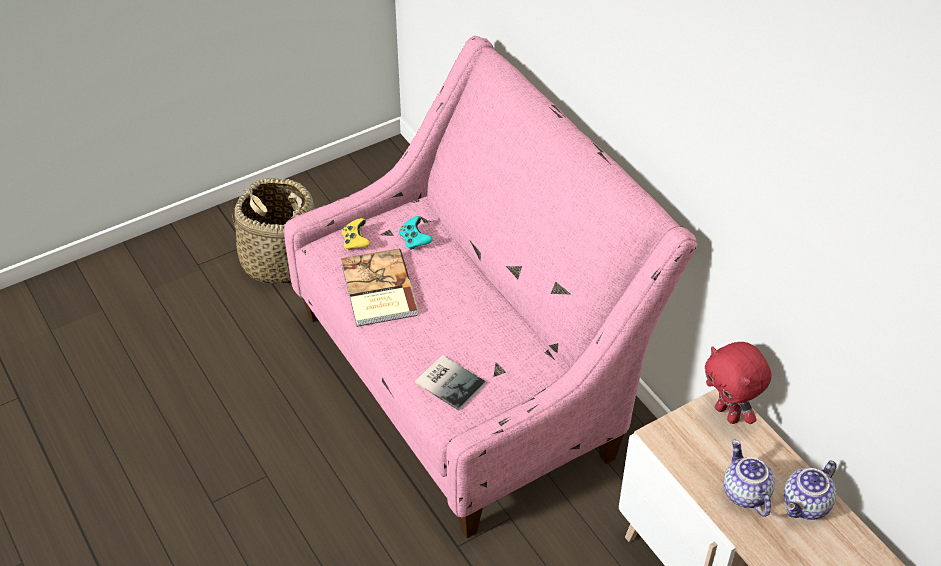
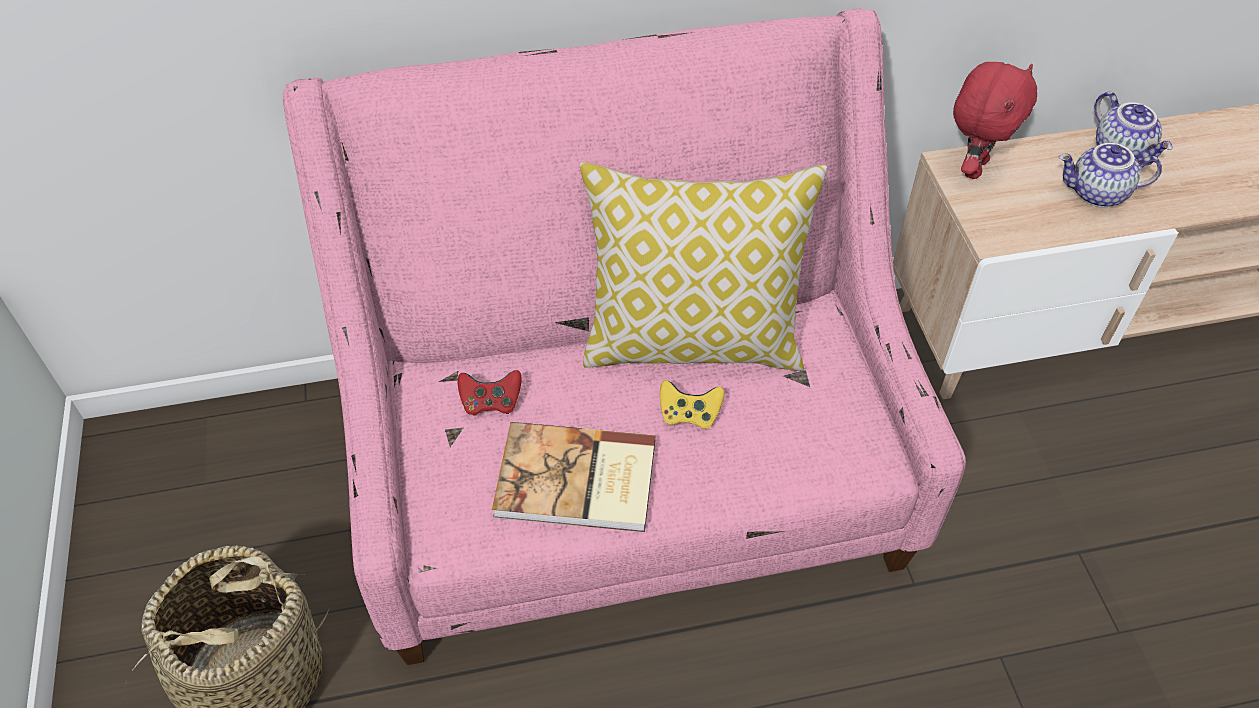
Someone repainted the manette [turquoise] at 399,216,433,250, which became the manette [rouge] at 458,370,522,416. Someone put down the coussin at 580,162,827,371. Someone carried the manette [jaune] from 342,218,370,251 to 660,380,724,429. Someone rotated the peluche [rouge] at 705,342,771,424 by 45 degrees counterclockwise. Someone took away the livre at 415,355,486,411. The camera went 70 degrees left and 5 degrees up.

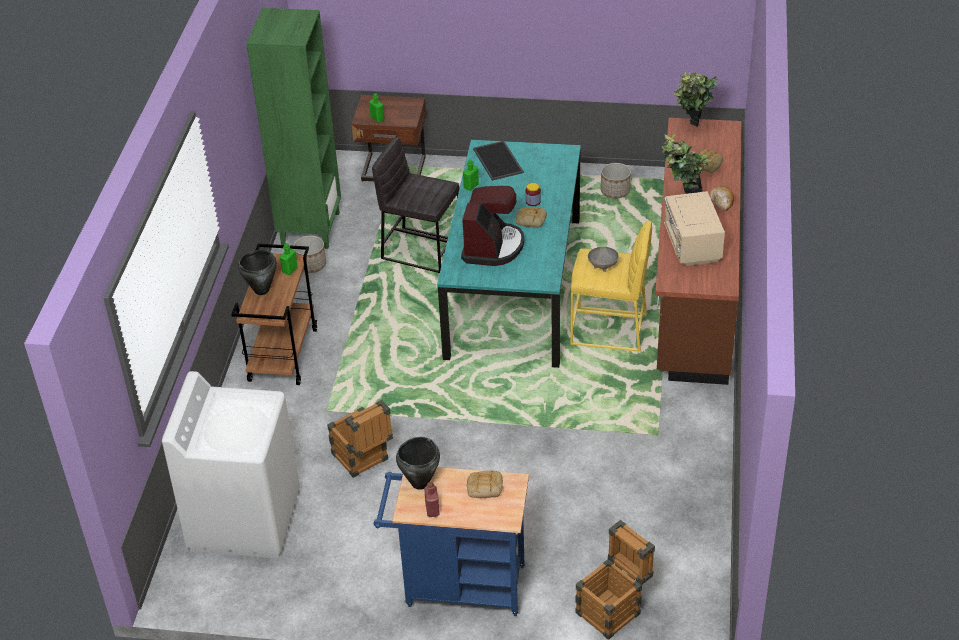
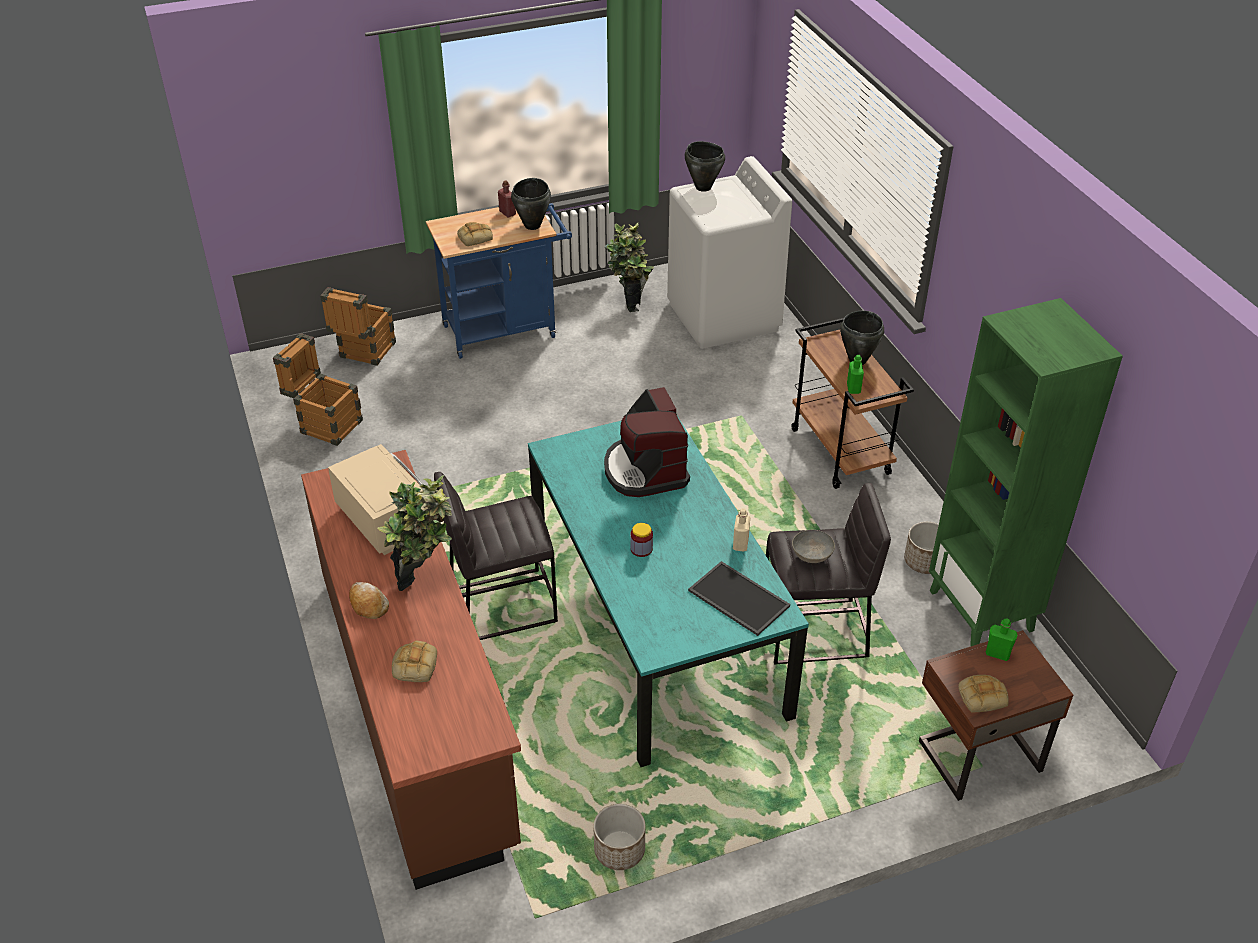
Someone carried the caisse from 327,400,393,478 to 273,333,363,446. Someone repainted the tabouret [jaune] at 570,221,652,352, which became the tabouret [gris] at 434,472,558,640. Someone carried the plante en pot from 674,72,717,127 to 605,223,654,312. Someone put down the marmite [noir] at 685,141,725,192. Someone repainted the bouteille [vert] at 463,160,479,191, which became the bouteille [beige] at 733,508,750,552. Someone carried the bol [gris] from 588,247,619,272 to 792,530,835,563. Someone carried the pain from 516,207,547,228 to 958,675,1009,712. The camera went 150 degrees right and 0 degrees up.

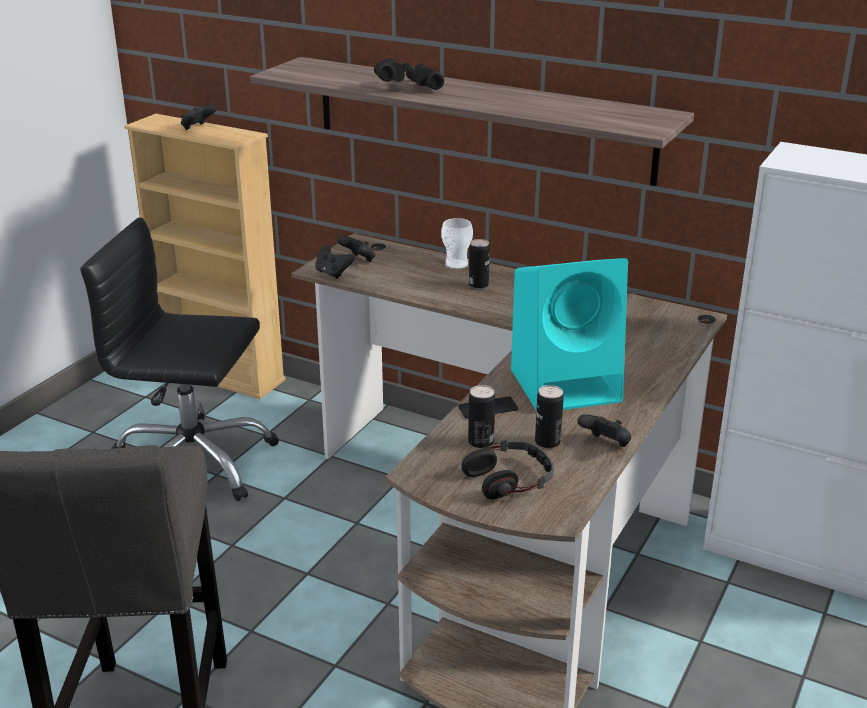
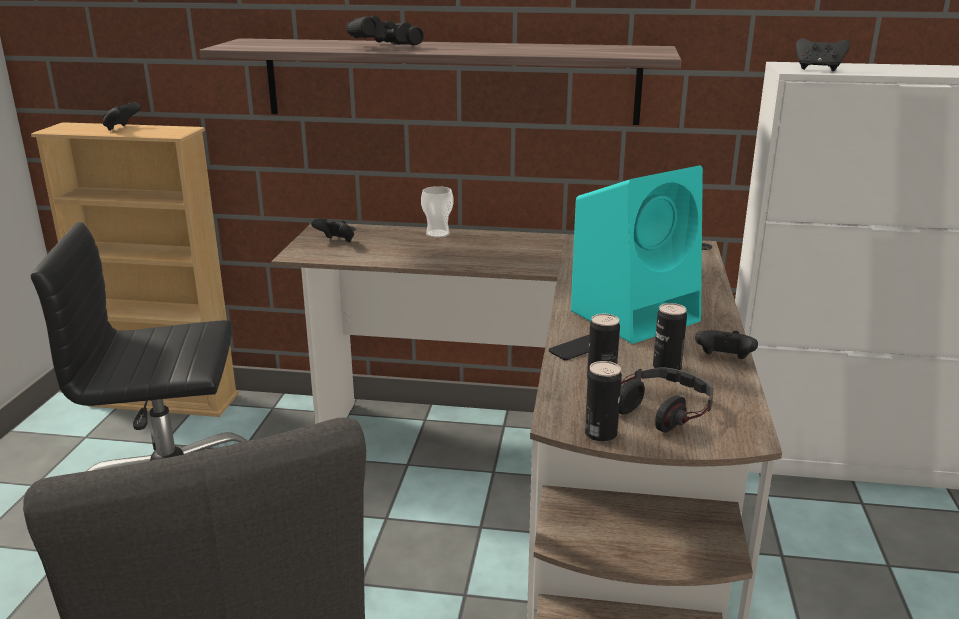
Someone carried the boîte métallique from 469,239,490,289 to 585,361,622,442. Someone carried the manette [noir] from 315,245,355,279 to 796,38,850,71. The camera went 20 degrees left and 5 degrees down.

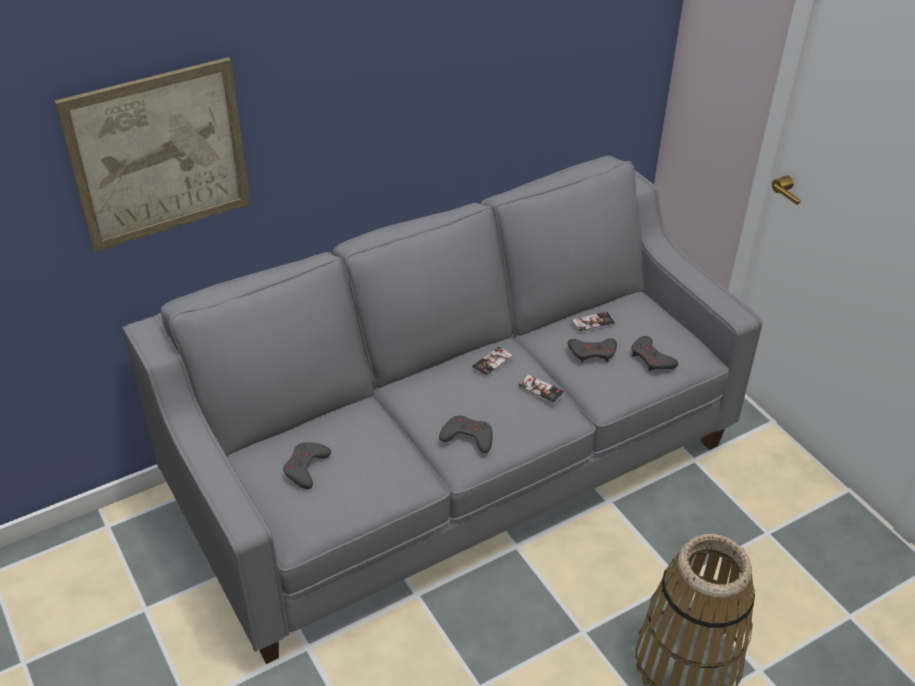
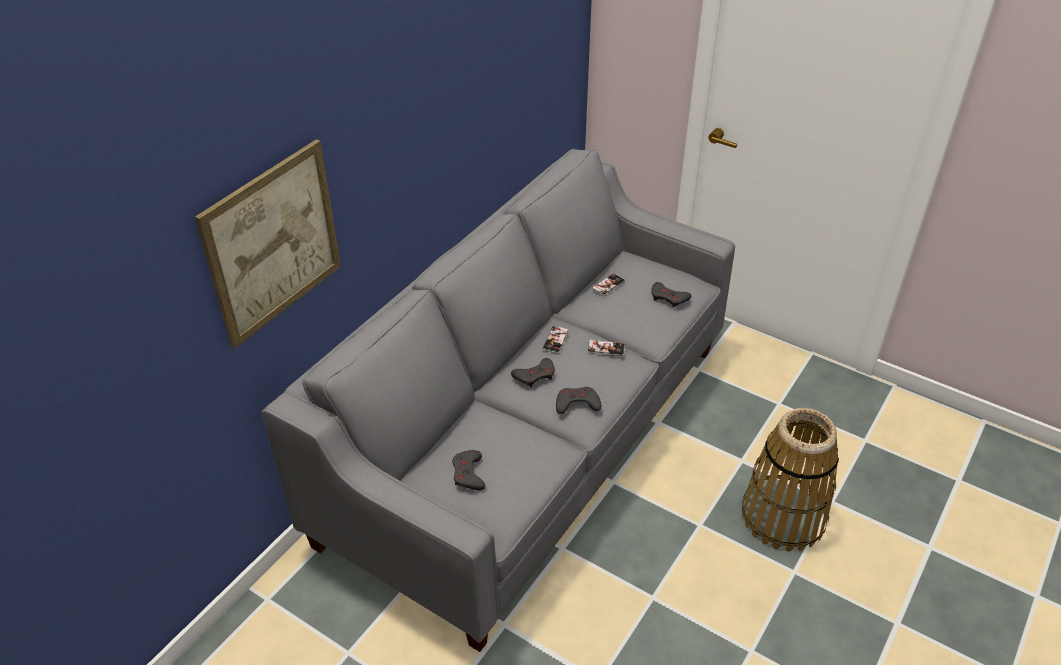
Someone carried the manette [gris] from 568,338,617,363 to 511,358,555,387. The camera went 25 degrees left and 0 degrees up.

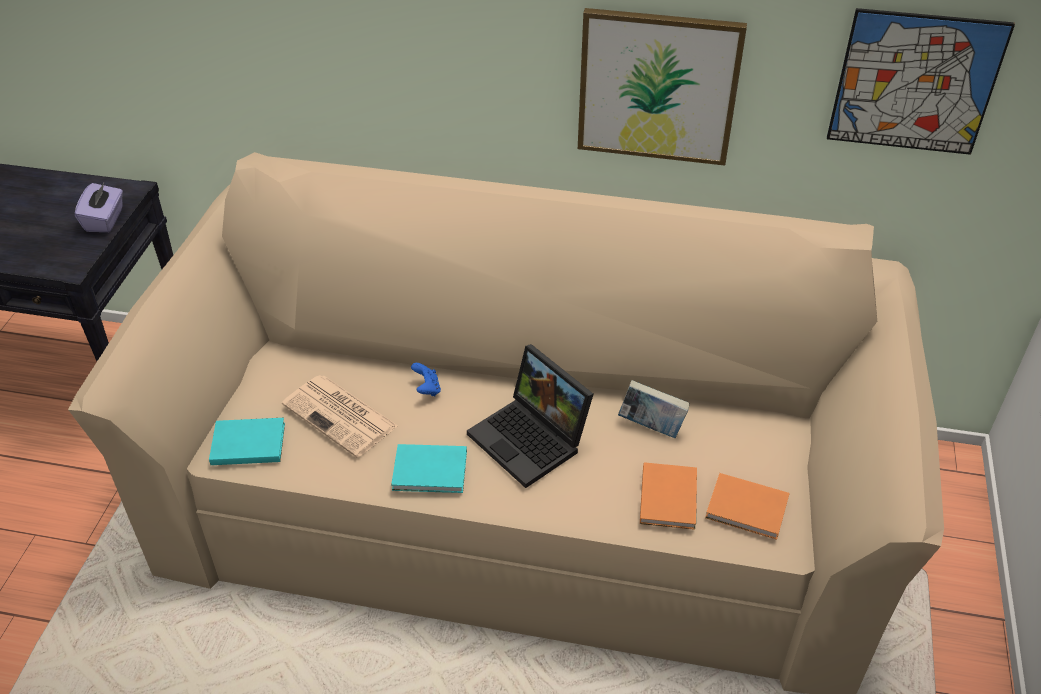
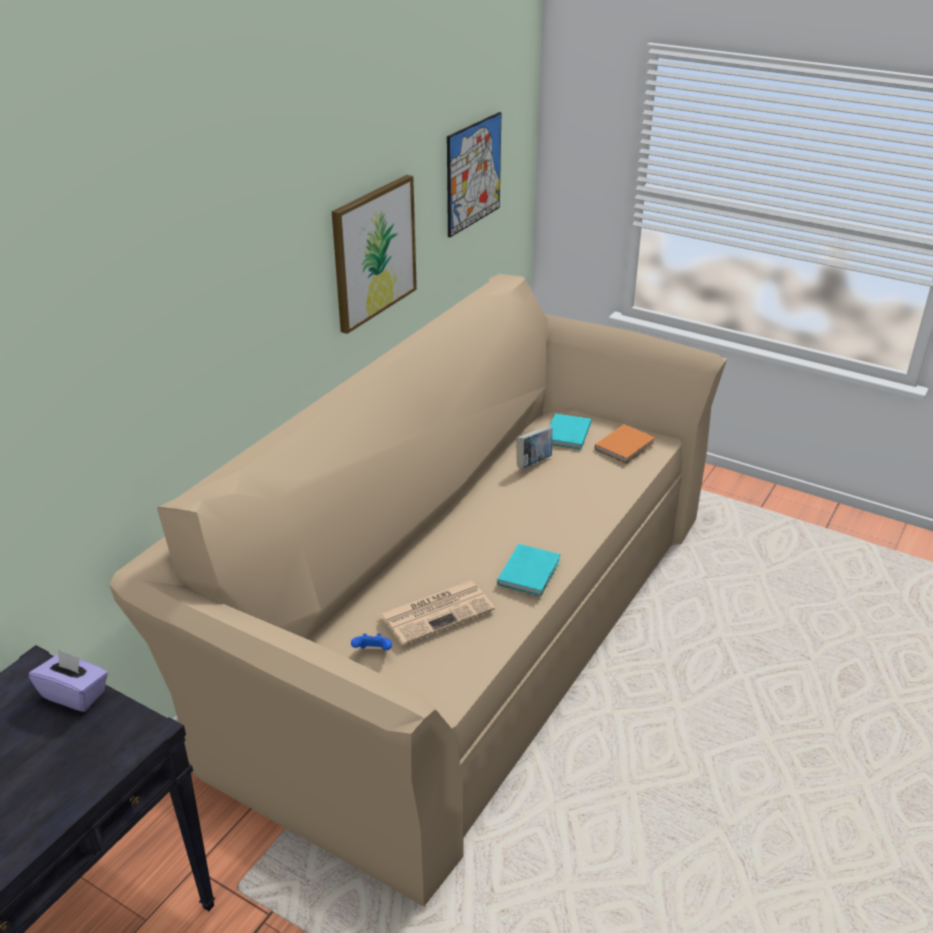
Someone carried the manette [bleu] from 411,363,441,396 to 351,634,392,650. Someone carried the livre [turquoise] from 209,418,285,465 to 549,414,591,449. Someone took away the ordinateur portable at 467,344,594,488. Someone took away the livre [orange] at 640,462,697,530. The camera went 70 degrees left and 10 degrees down.

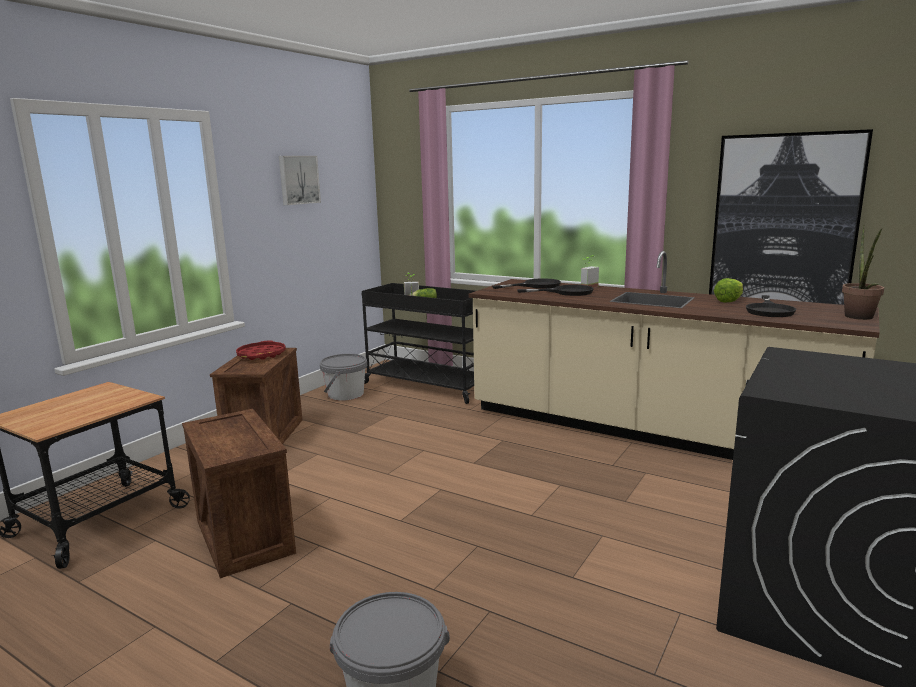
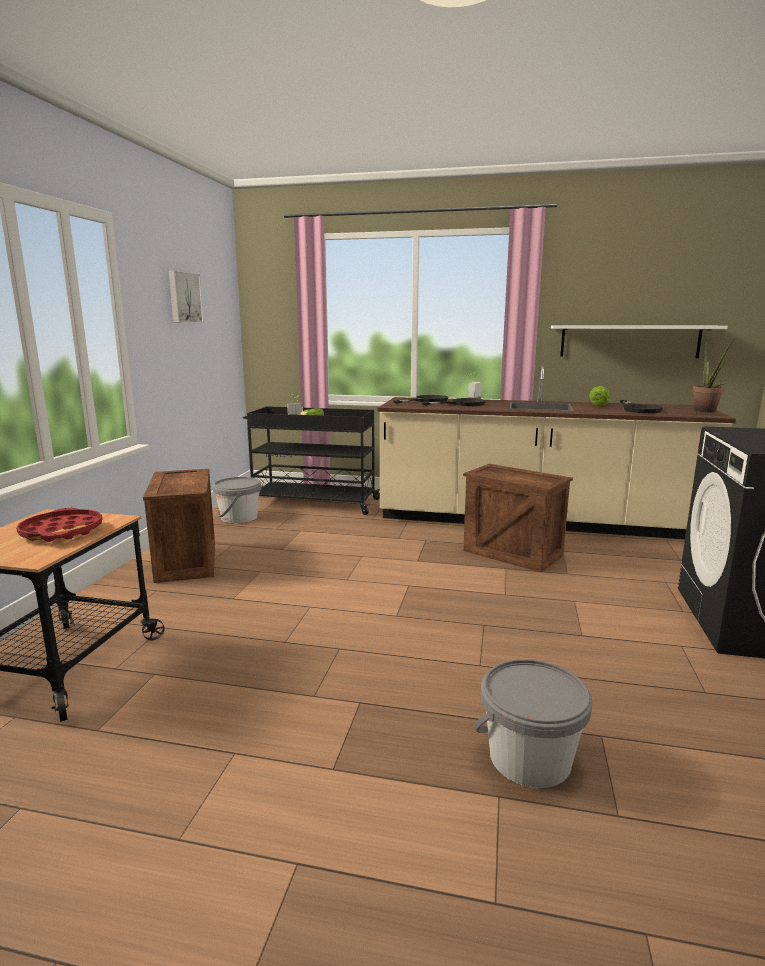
Someone carried the plateau [rouge] from 236,341,286,360 to 16,508,102,542. Someone carried the caisse from 182,409,296,578 to 463,464,573,572. Someone swapped the tableau at 709,129,873,305 for the étagère [blanc] at 551,325,728,358. The camera went 20 degrees left and 0 degrees up.

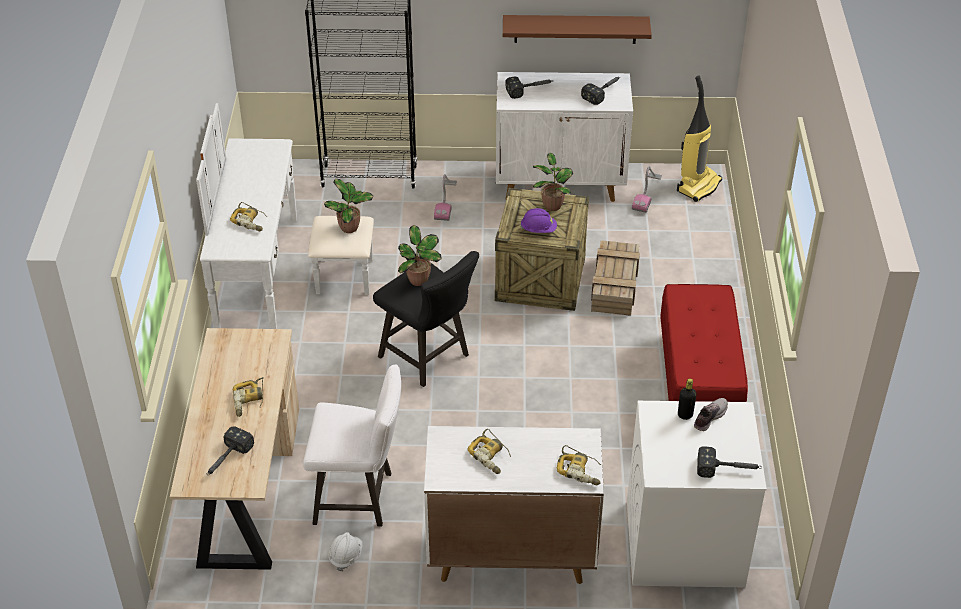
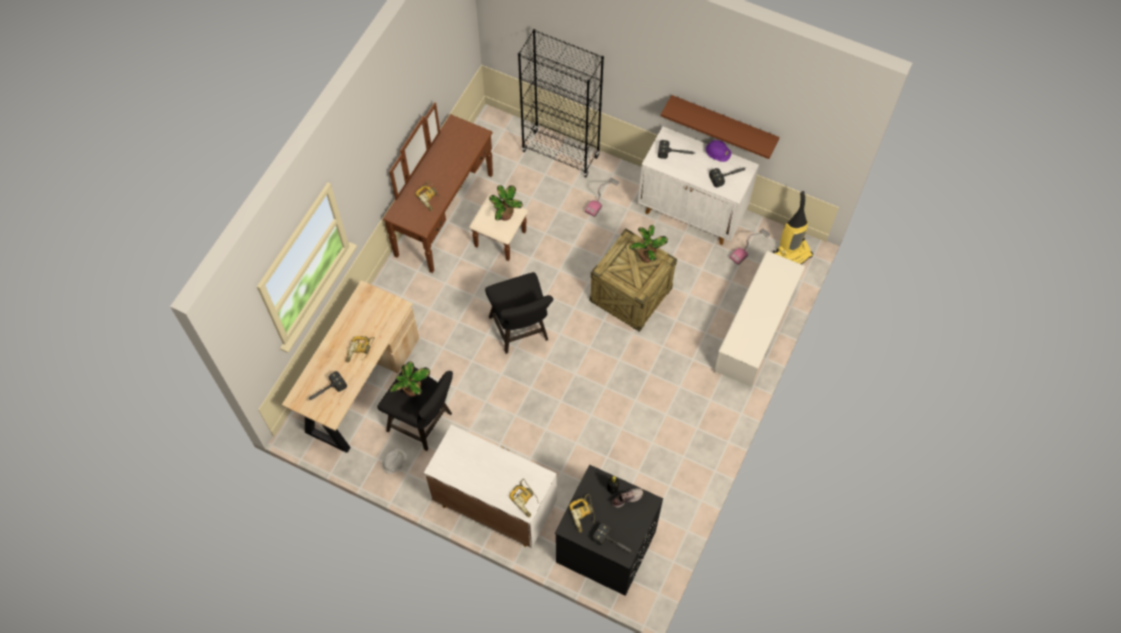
Someone repainted the tabouret [blanc] at 303,364,401,526, which became the tabouret [noir] at 377,367,453,451. Someone repainted the commode [blanc] at 196,103,374,329, which became the commode [marron] at 383,102,528,273. Someone carried the plante en pot from 398,225,441,286 to 390,361,430,396. Someone repainted the lave-linge [blanc] at 627,401,767,588, which became the lave-linge [noir] at 555,464,663,596. Someone carried the perceuse from 468,429,511,474 to 569,494,595,533. Someone carried the casque de chantier [violet] from 520,208,557,233 to 706,140,731,162. Someone put down the étagère à chaussures [blanc] at 714,251,805,387. Someone took away the caisse at 591,240,640,316. Someone took away the banc [rouge] at 660,284,748,402. The camera went 25 degrees right and 20 degrees up.

